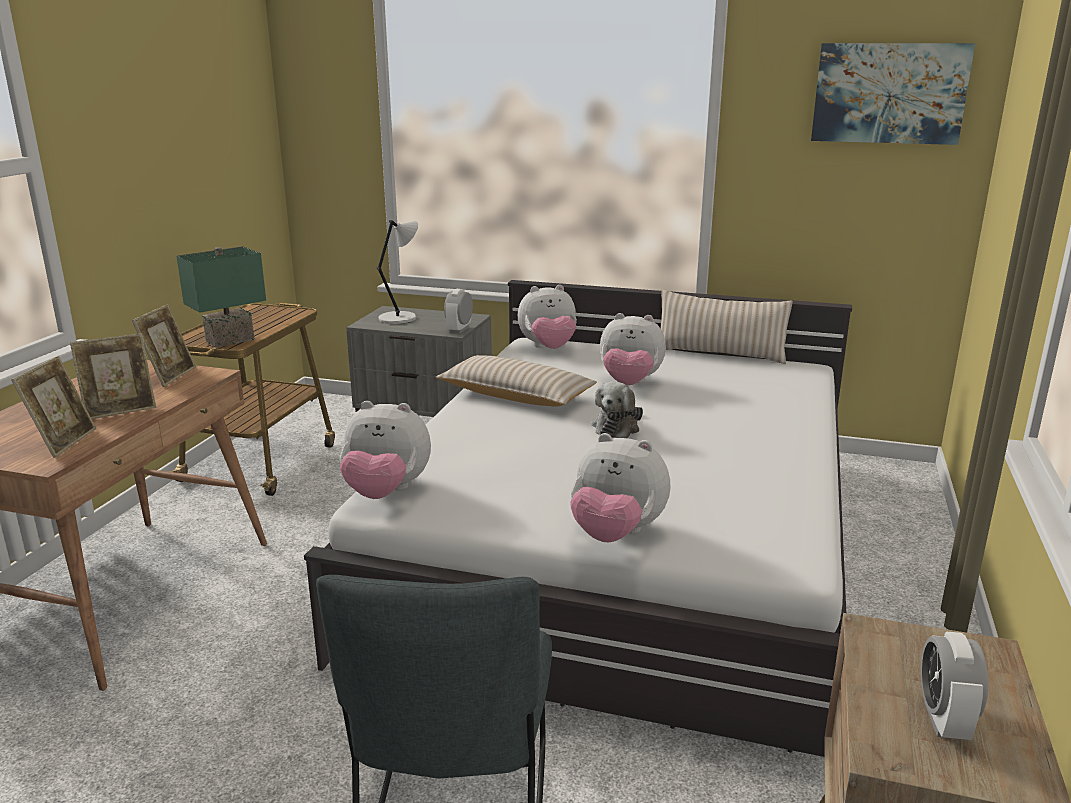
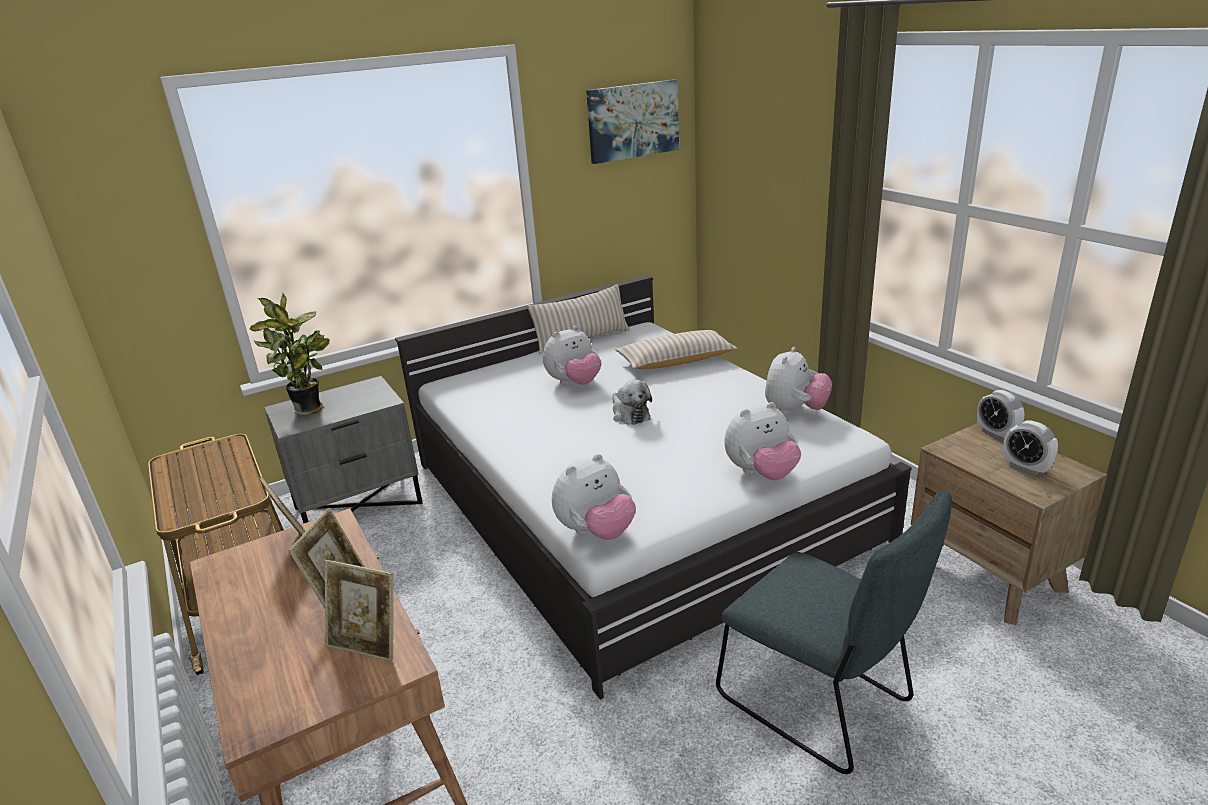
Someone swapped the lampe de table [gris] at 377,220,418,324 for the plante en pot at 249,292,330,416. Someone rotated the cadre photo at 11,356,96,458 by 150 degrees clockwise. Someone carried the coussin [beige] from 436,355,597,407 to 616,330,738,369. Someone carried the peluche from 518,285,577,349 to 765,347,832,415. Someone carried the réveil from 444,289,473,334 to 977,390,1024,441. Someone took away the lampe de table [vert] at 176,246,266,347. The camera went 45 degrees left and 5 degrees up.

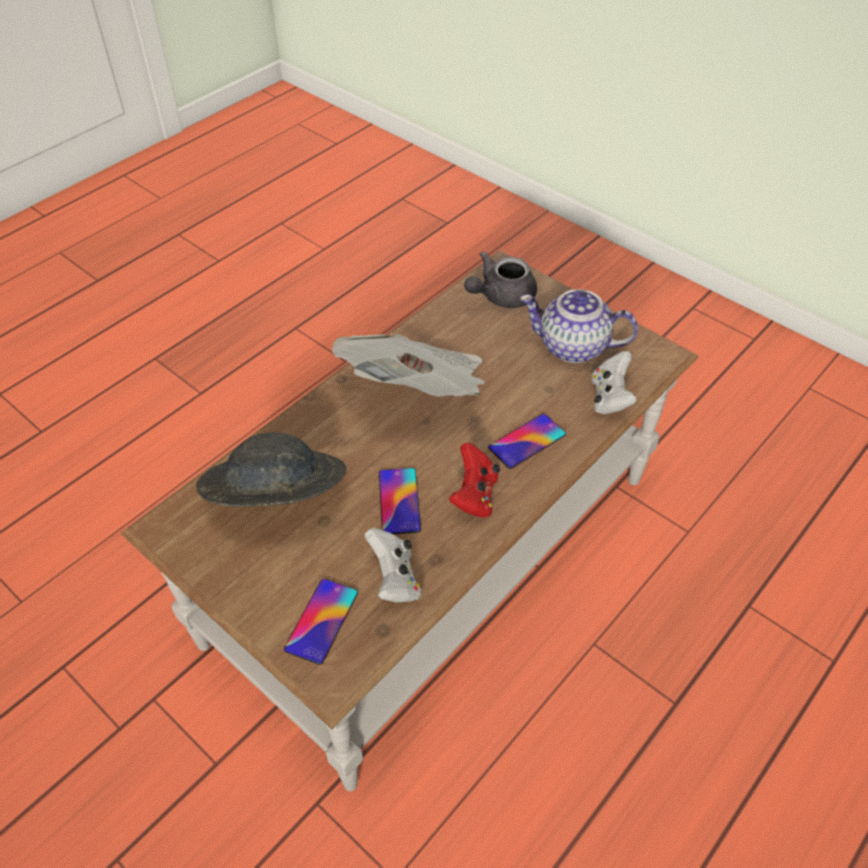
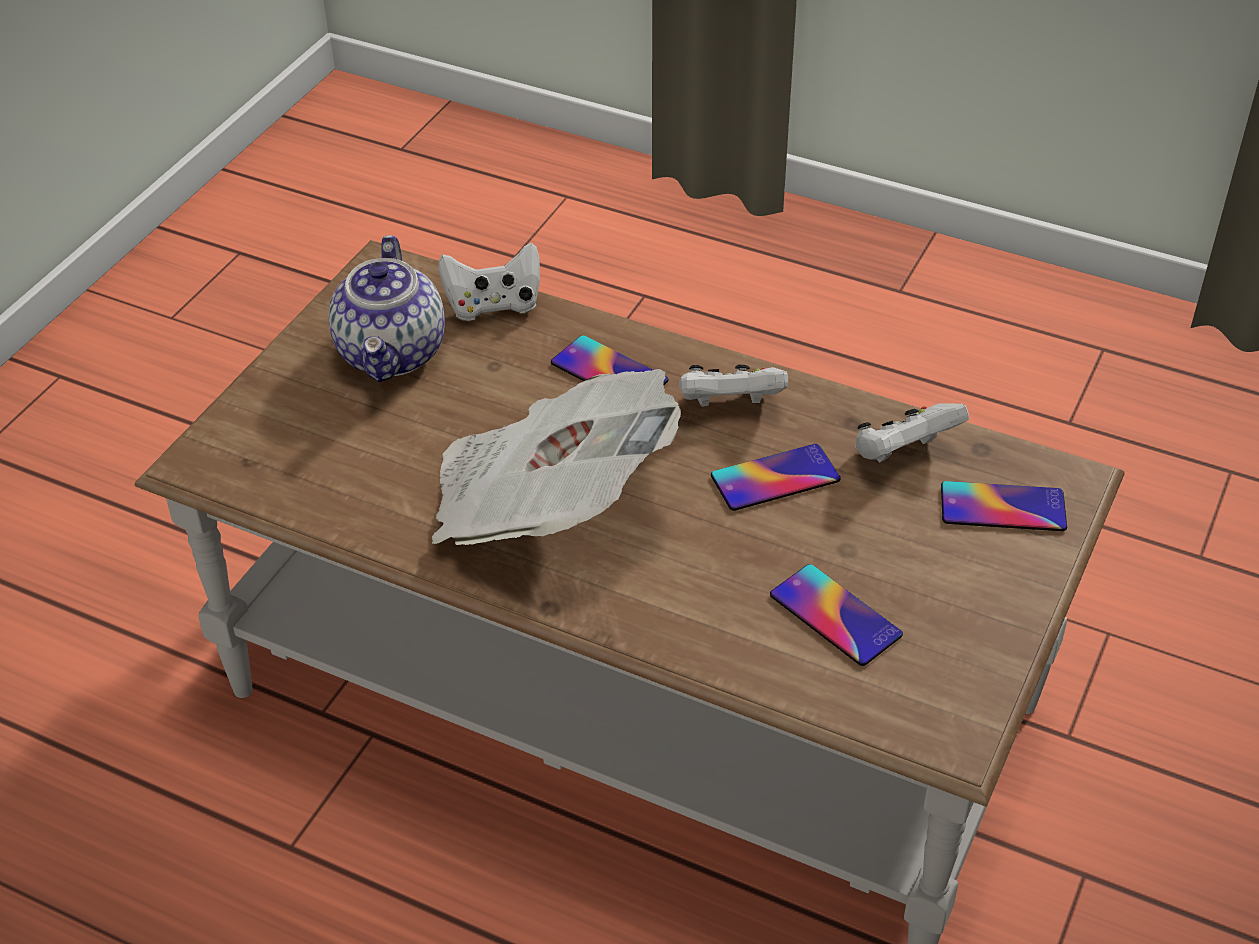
Someone repainted the manette [rouge] at 449,443,500,518, which became the manette [blanc] at 679,365,788,407. Someone swapped the chapeau [gris] at 196,432,347,507 for the téléphone at 770,564,903,666. Someone took away the théière [gris] at 464,251,537,308. The camera went 105 degrees left and 5 degrees down.

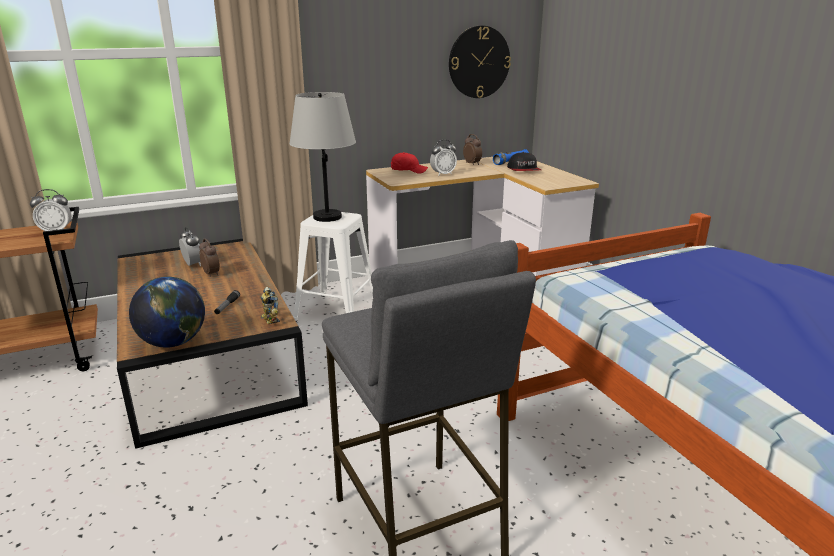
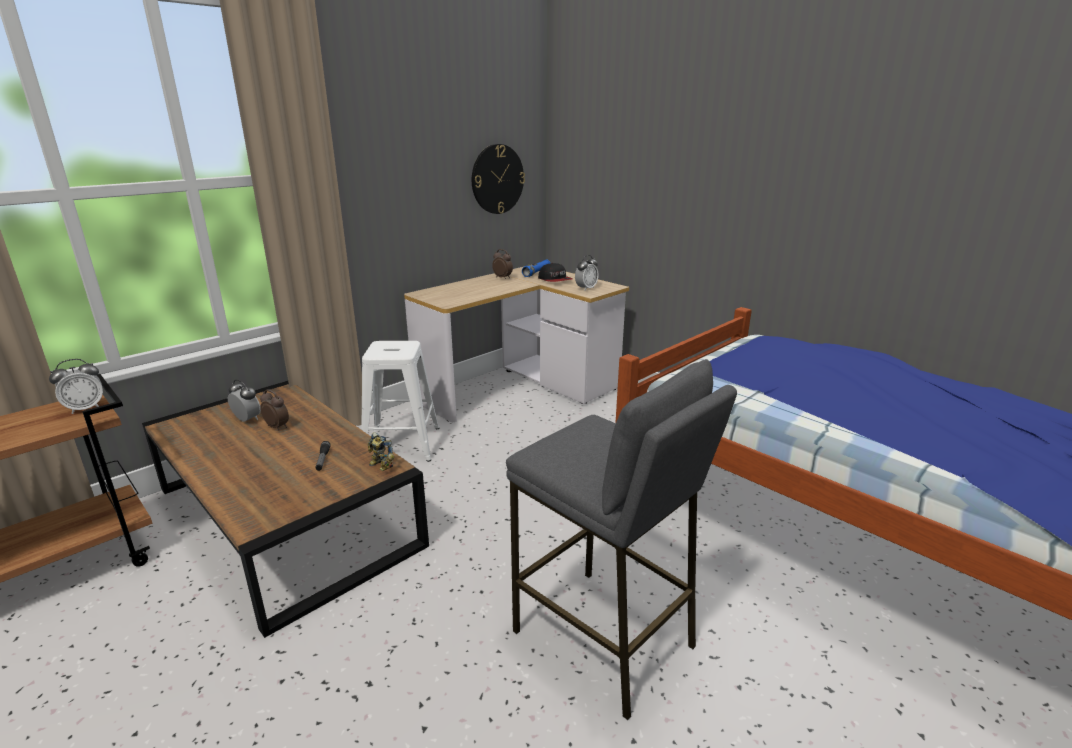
Someone carried the réveil from 430,140,457,176 to 575,255,599,290. Someone took away the globe at 129,277,205,348. Someone took away the lampe de table [gris] at 289,92,356,222. Someone took away the casquette [rouge] at 391,152,428,173. The camera went 20 degrees left and 0 degrees up.

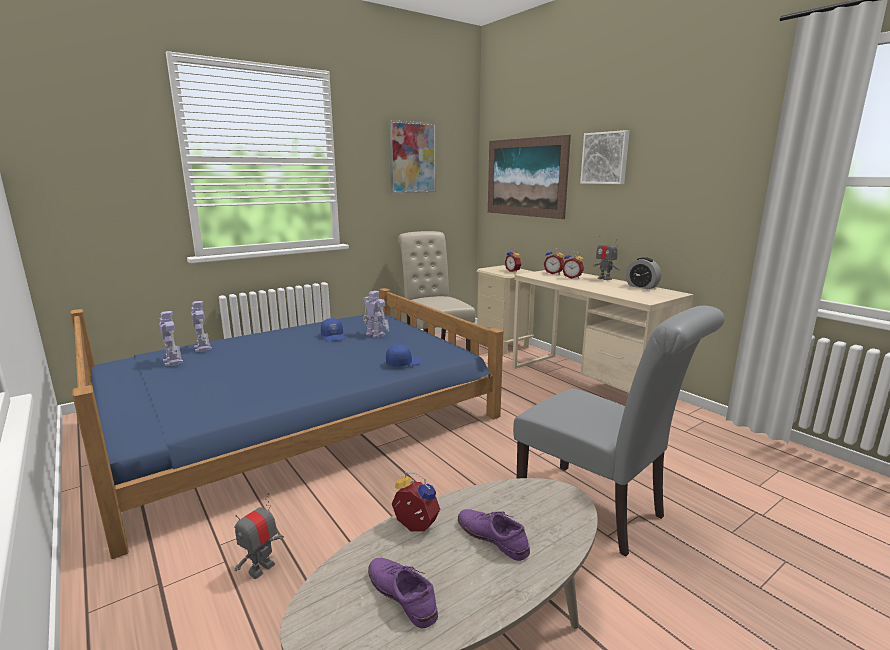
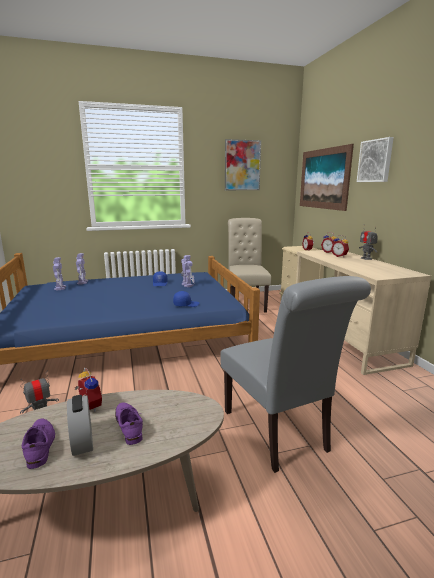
Someone carried the réveil from 626,257,661,289 to 67,395,93,456. The camera went 20 degrees right and 0 degrees up.

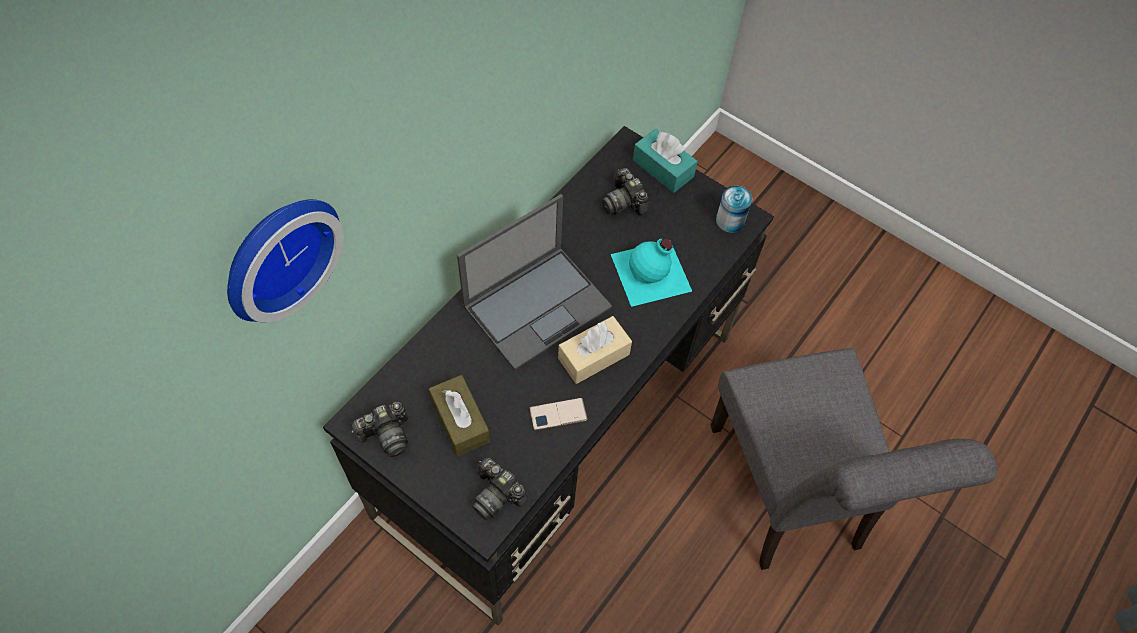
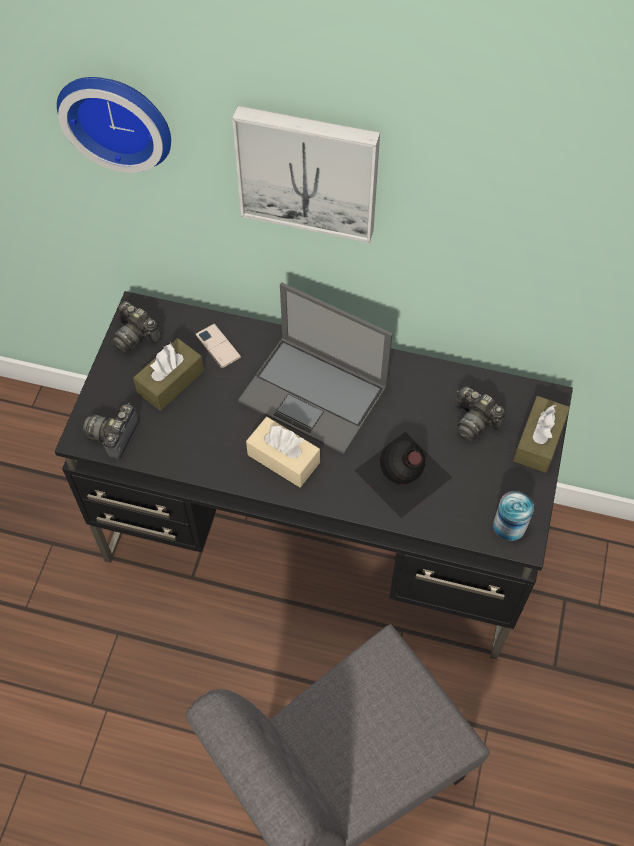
Someone carried the téléphone from 529,398,588,430 to 195,324,241,368. Someone put up the tableau at 232,106,380,243. Someone repainted the bouteille [turquoise] at 611,239,692,307, which became the bouteille [noir] at 354,432,452,518. Someone rotated the appareil photo at 602,168,648,215 by 90 degrees counterclockwise. Someone repainted the boîte à mouchoirs [turquoise] at 633,129,698,193, which became the boîte à mouchoirs [marron] at 513,396,570,473. The camera went 70 degrees right and 0 degrees up.

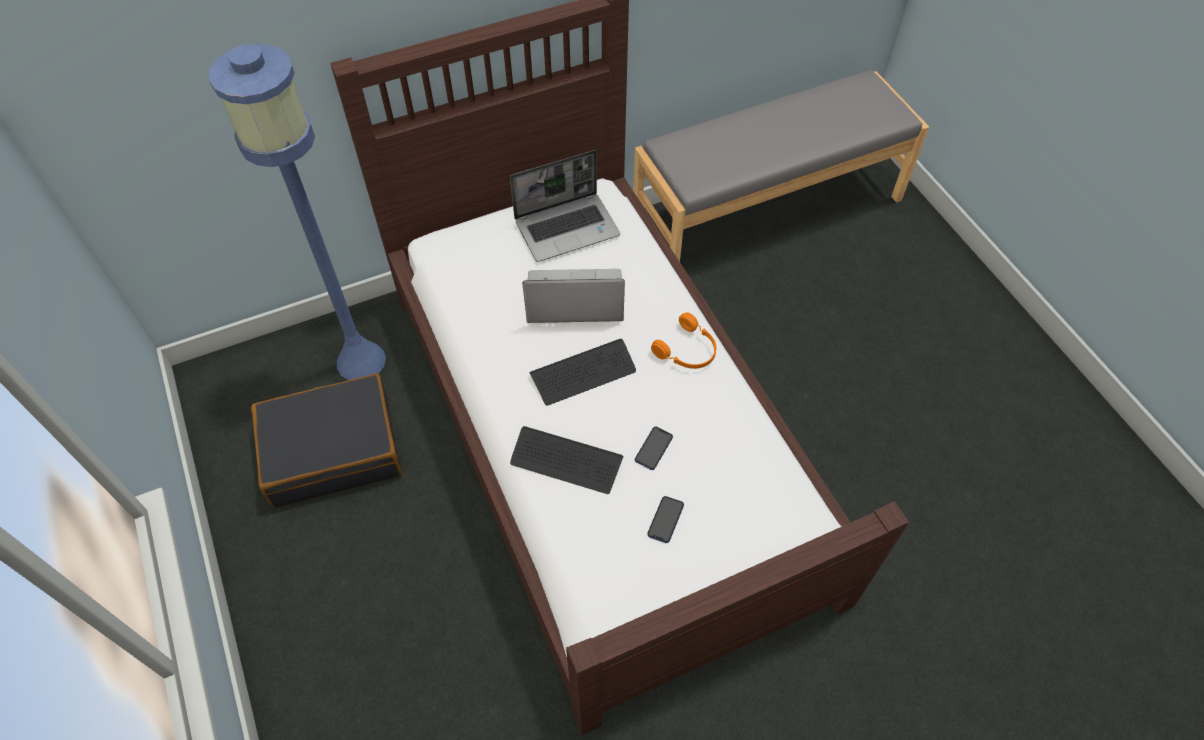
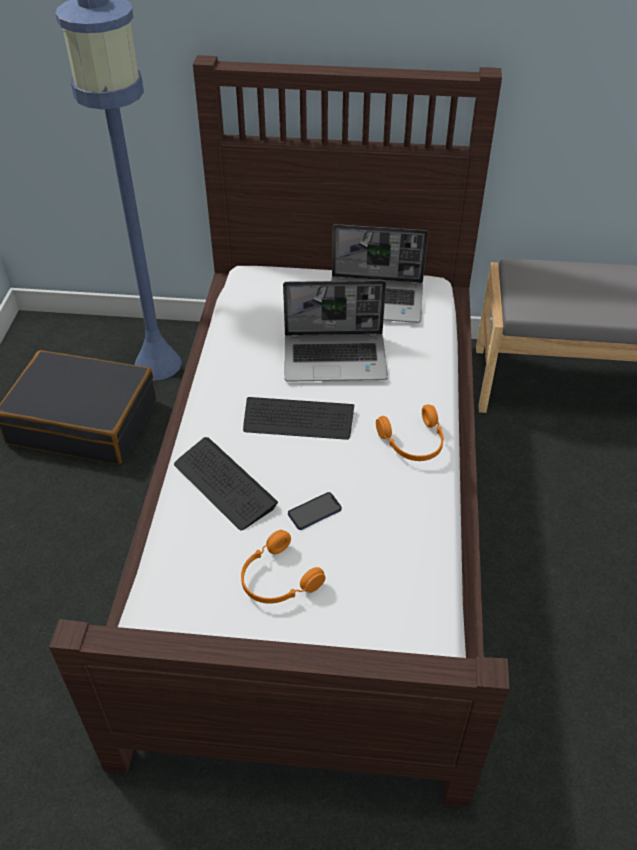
Someone swapped the téléphone at 647,496,684,543 for the casque audio [orange] at 241,530,325,604. Someone rotated the ordinateur portable at 522,269,625,323 by 150 degrees clockwise. The camera went 30 degrees right and 10 degrees down.

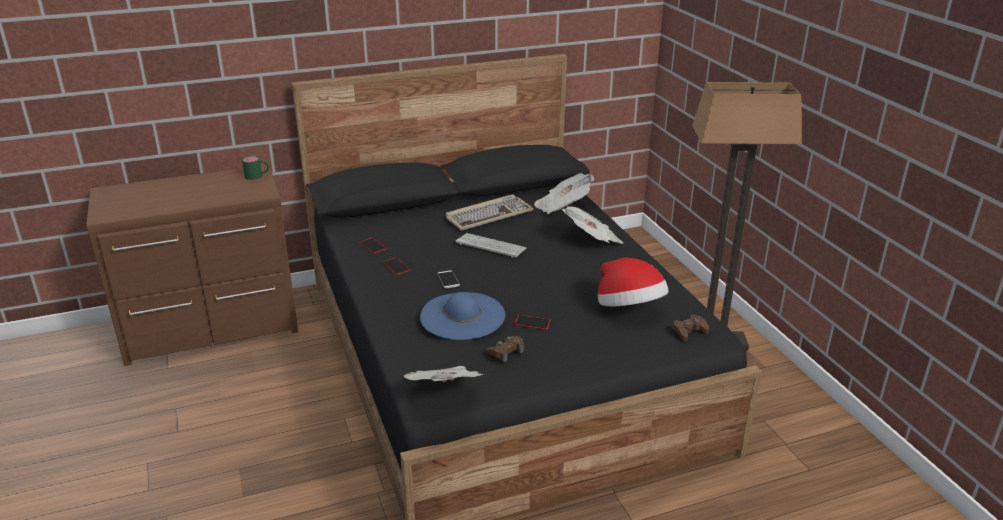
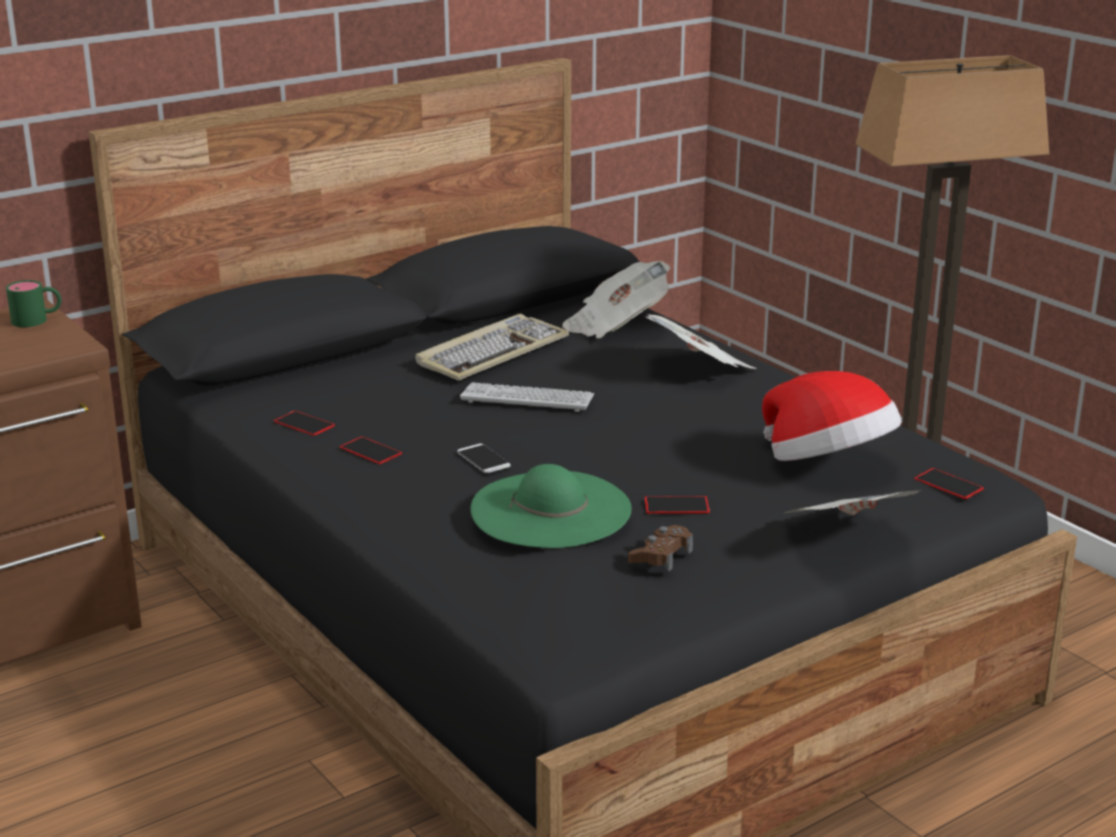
Someone repainted the chapeau [bleu] at 420,292,505,340, which became the chapeau [vert] at 470,464,632,548. Someone carried the journal from 404,366,484,382 to 785,490,921,516. Someone swapped the manette [marron] at 672,314,709,341 for the téléphone at 915,468,984,499. The camera went 15 degrees left and 5 degrees down.

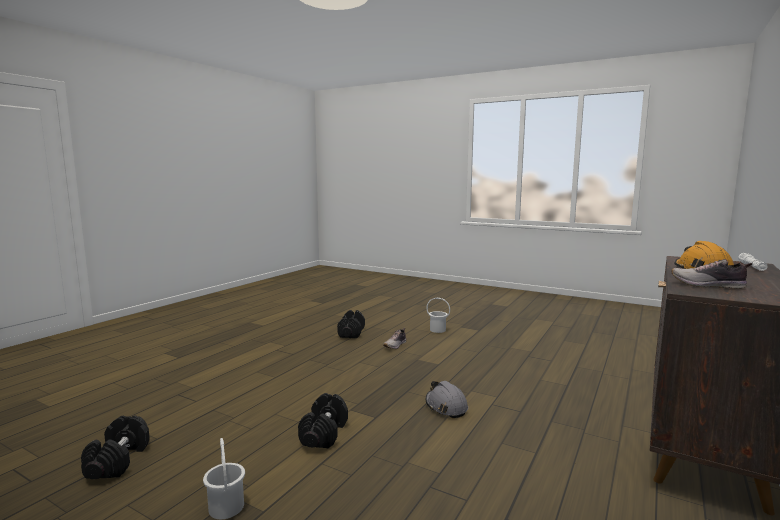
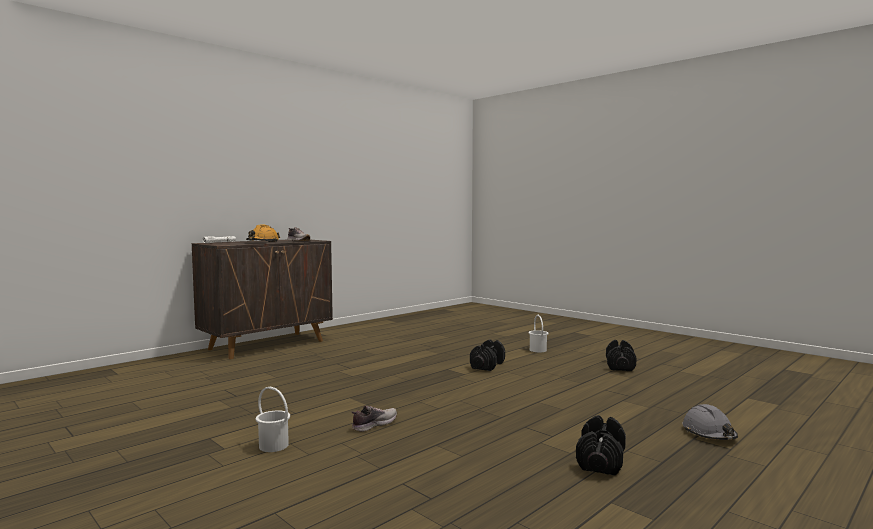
Someone carried the haltère [noir] from 337,310,365,338 to 576,415,626,476. Someone carried the casque de chantier [gris] from 426,381,468,418 to 682,404,738,440. The camera went 165 degrees left and 5 degrees down.

